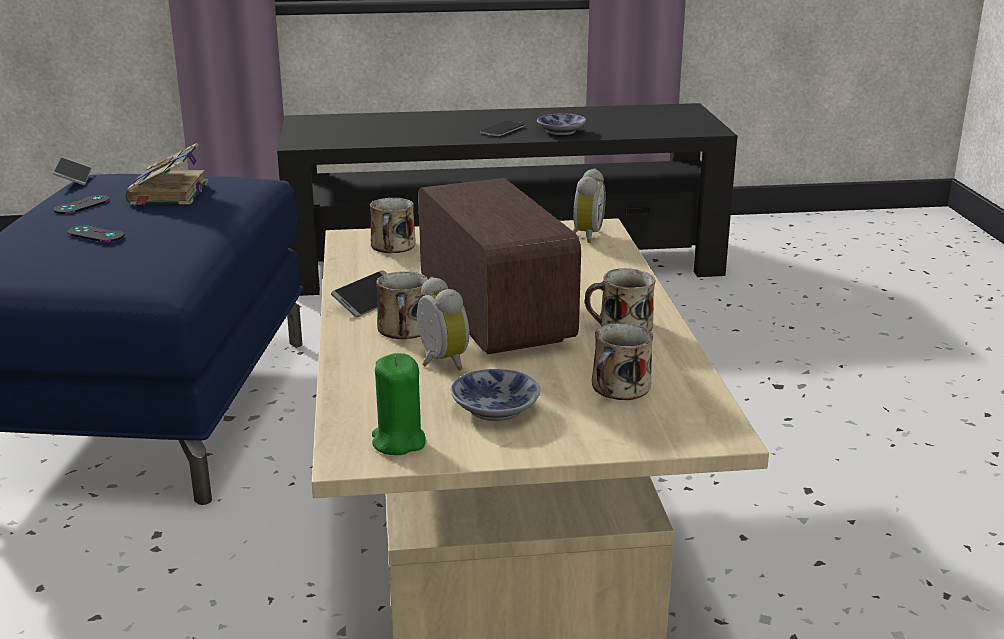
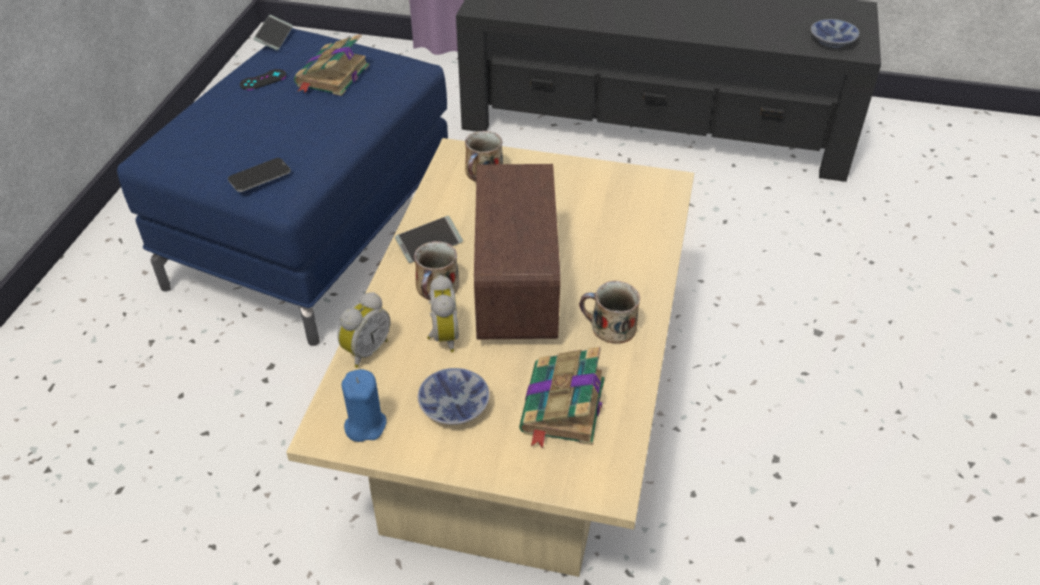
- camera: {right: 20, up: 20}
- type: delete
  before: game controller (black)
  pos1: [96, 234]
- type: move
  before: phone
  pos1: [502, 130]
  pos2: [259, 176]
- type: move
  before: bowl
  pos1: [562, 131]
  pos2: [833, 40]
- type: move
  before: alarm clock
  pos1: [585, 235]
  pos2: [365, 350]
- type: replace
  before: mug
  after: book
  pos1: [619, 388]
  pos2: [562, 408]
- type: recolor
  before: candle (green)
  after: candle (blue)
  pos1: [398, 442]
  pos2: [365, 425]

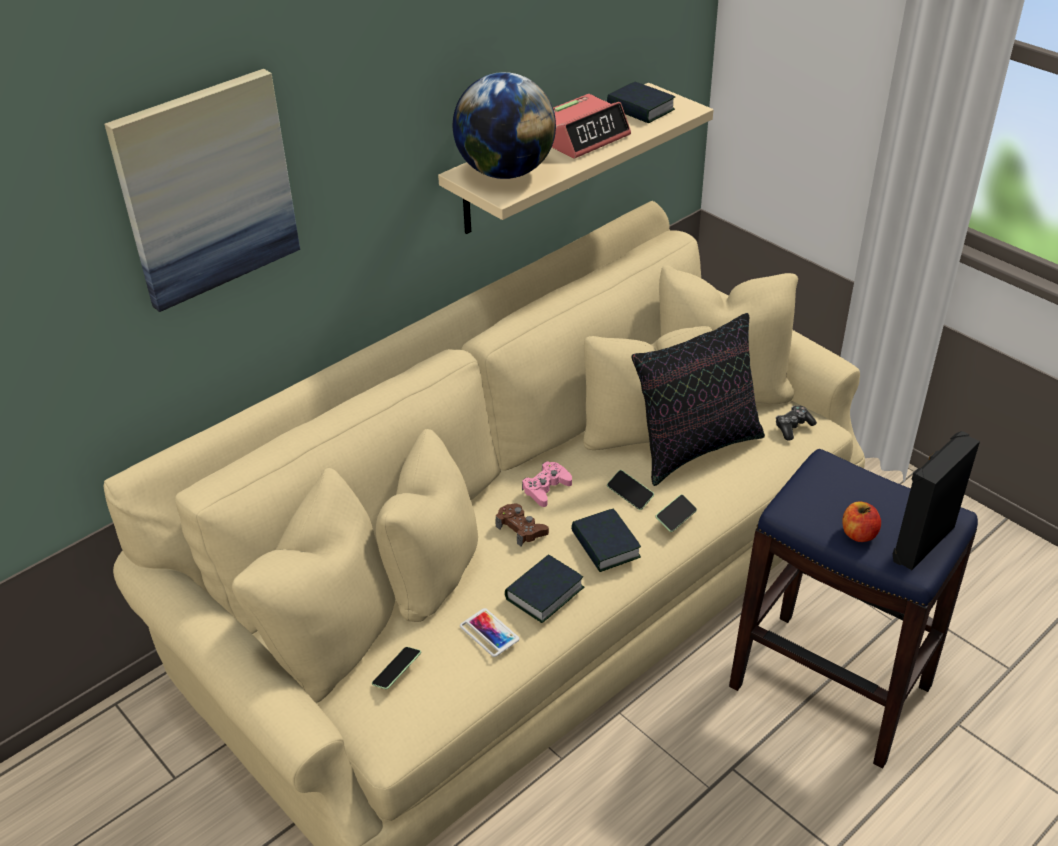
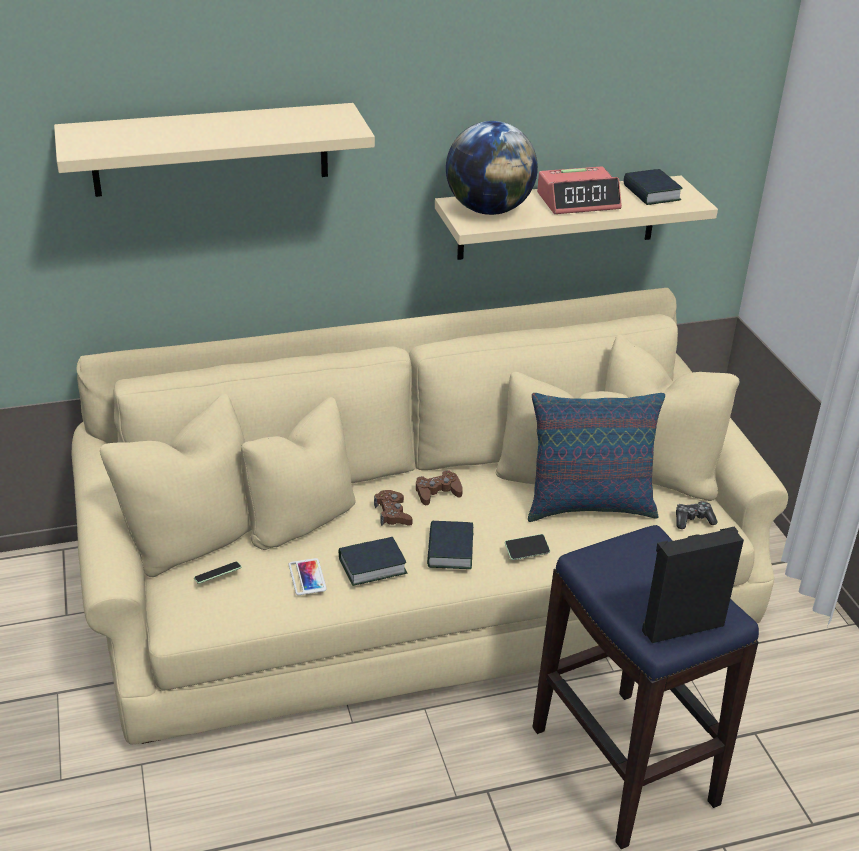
- camera: {right: 25, up: -5}
- type: delete
  before: phone
  pos1: [630, 495]
- type: delete
  before: apple
  pos1: [858, 534]
- type: replace
  before: picture
  after: shelf (beige)
  pos1: [206, 189]
  pos2: [211, 149]
- type: recolor
  before: game controller (pink)
  after: game controller (brown)
  pos1: [546, 488]
  pos2: [437, 492]
- type: recolor
  before: pillow (black)
  after: pillow (blue)
  pos1: [697, 449]
  pos2: [589, 507]

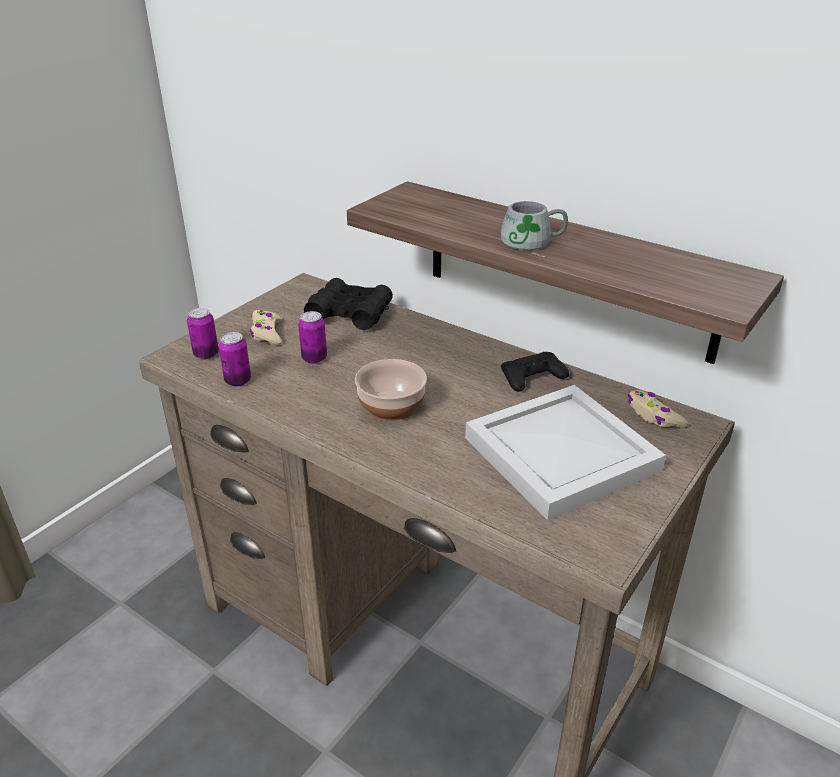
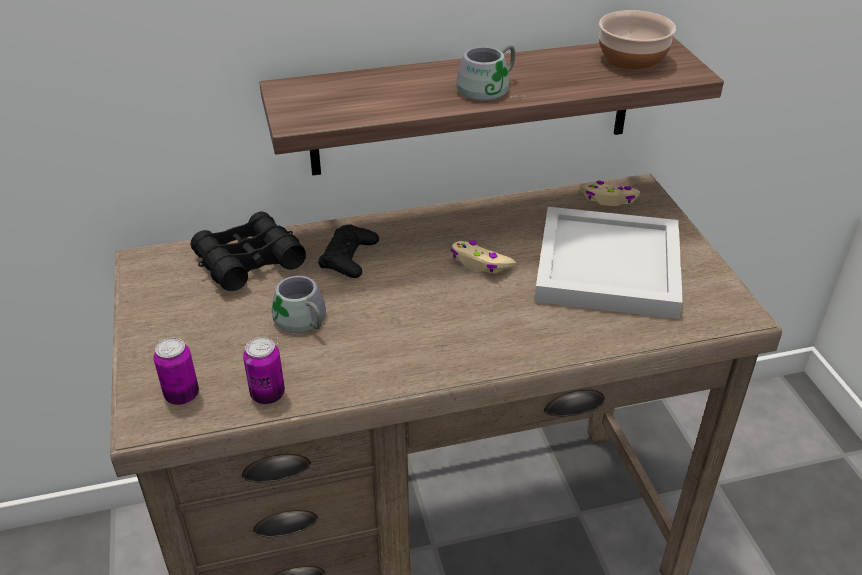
- camera: {right: -50, up: 5}
- type: move
  before: game controller (beige)
  pos1: [267, 333]
  pos2: [480, 263]
- type: move
  before: bowl
  pos1: [392, 406]
  pos2: [631, 59]
- type: move
  before: game controller (black)
  pos1: [532, 377]
  pos2: [349, 257]
- type: replace
  before: can
  after: mug (grey)
  pos1: [314, 358]
  pos2: [298, 323]

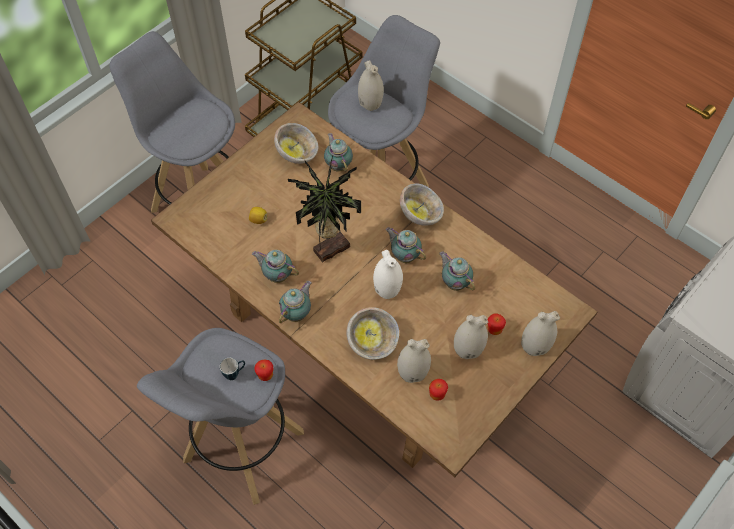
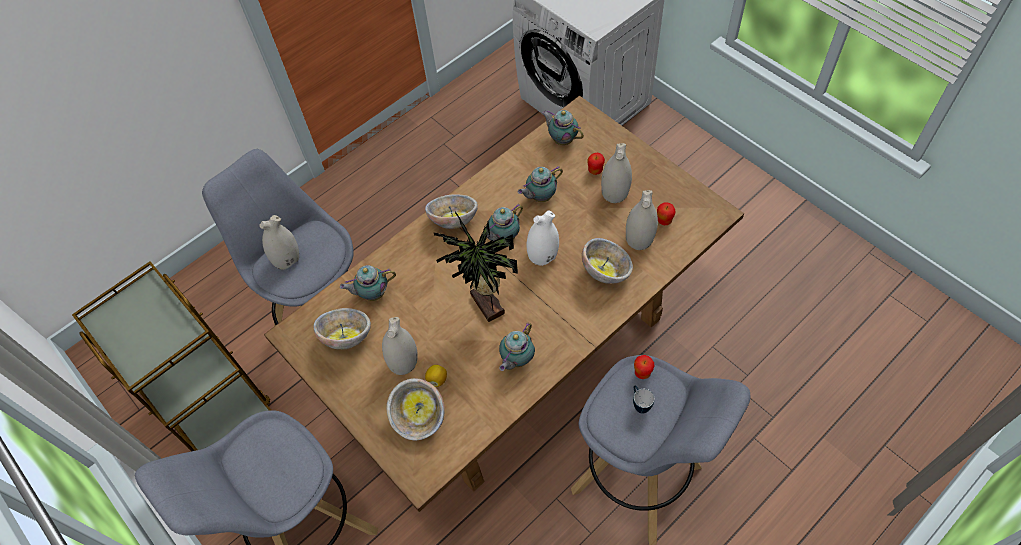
- camera: {right: -80, up: 0}
- type: insert
  after: bowl
  pos2: [419, 418]
- type: move
  before: teapot
  pos1: [297, 313]
  pos2: [562, 139]
- type: move
  before: vase (white)
  pos1: [535, 345]
  pos2: [403, 361]

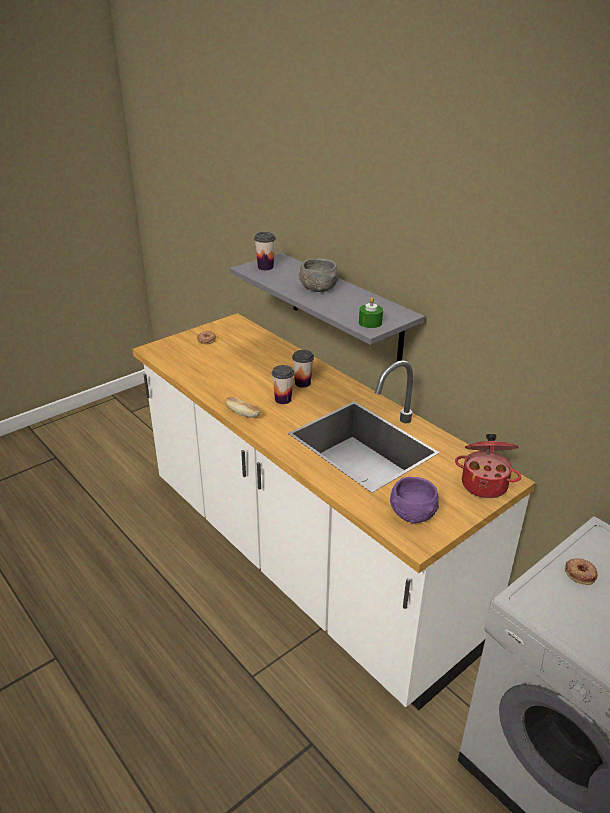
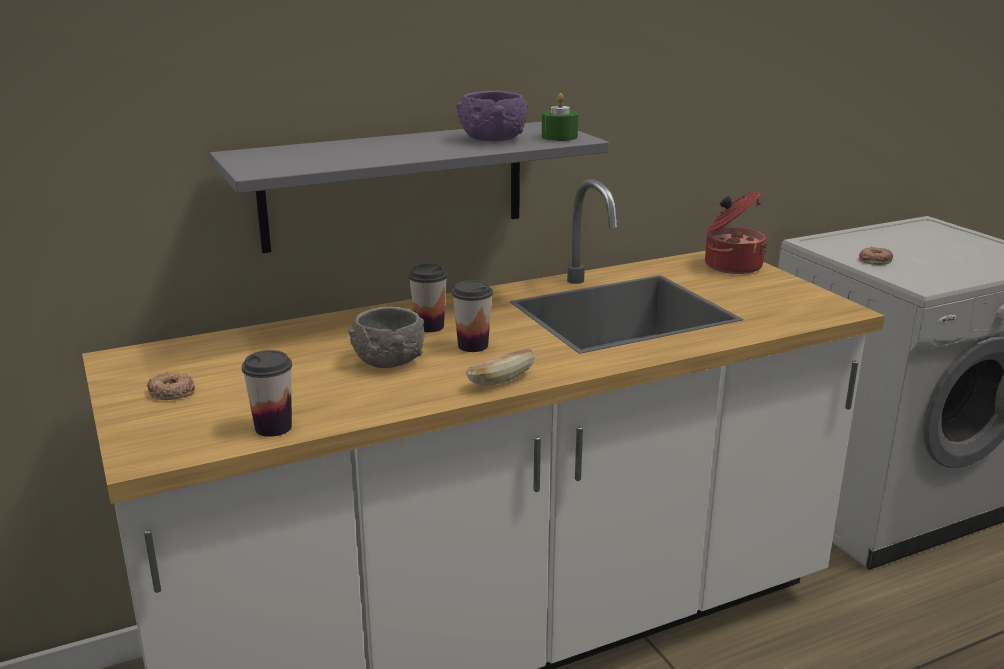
- camera: {right: -75, up: -10}
- type: move
  before: cup
  pos1: [265, 267]
  pos2: [273, 427]
- type: move
  before: bowl (grey)
  pos1: [318, 288]
  pos2: [389, 360]
- type: move
  before: bowl (purple)
  pos1: [412, 513]
  pos2: [493, 139]

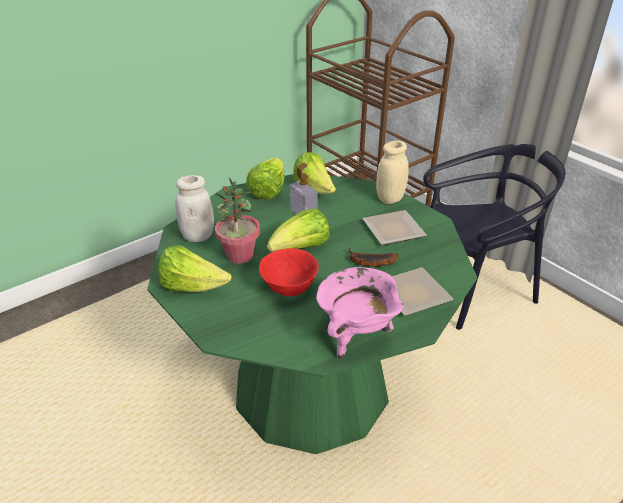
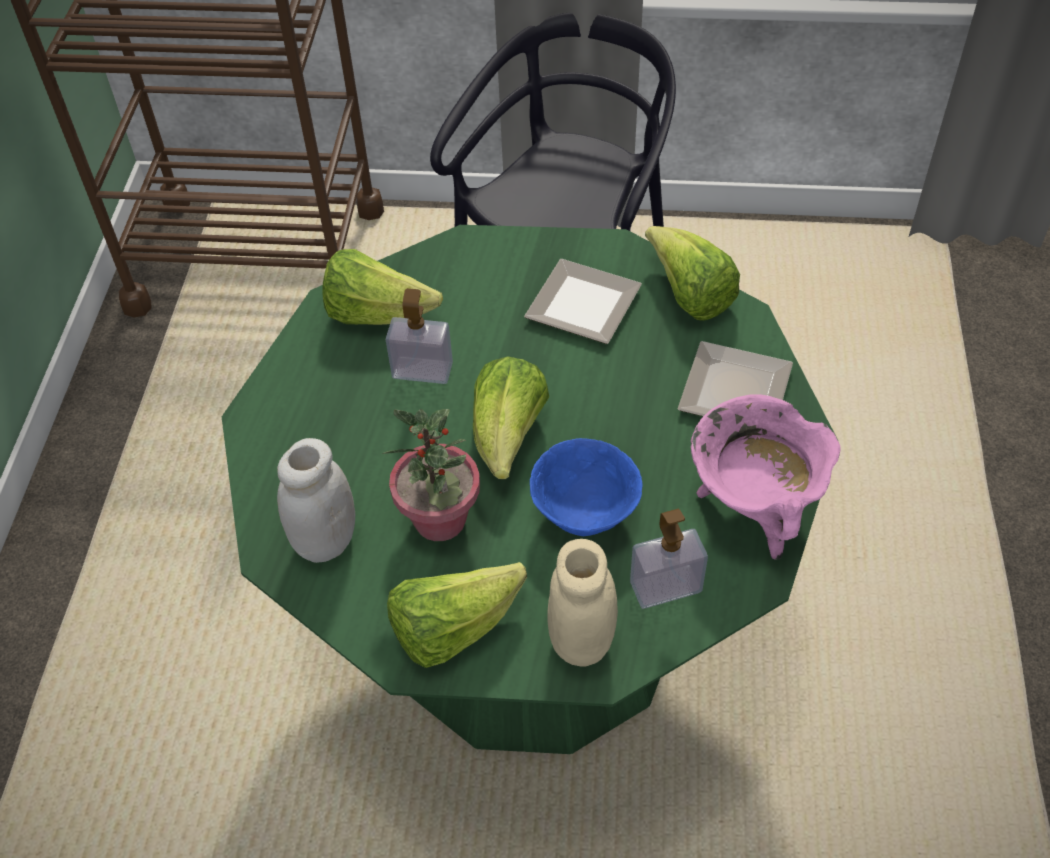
- camera: {right: -45, up: 15}
- type: delete
  before: banana
  pos1: [369, 262]
- type: insert
  after: soap dispenser
  pos2: [665, 587]
- type: move
  before: lettuce
  pos1: [268, 190]
  pos2: [689, 295]
- type: move
  before: jar (beige)
  pos1: [390, 198]
  pos2: [581, 641]
- type: recolor
  before: bowl (red)
  after: bowl (blue)
  pos1: [289, 289]
  pos2: [585, 515]

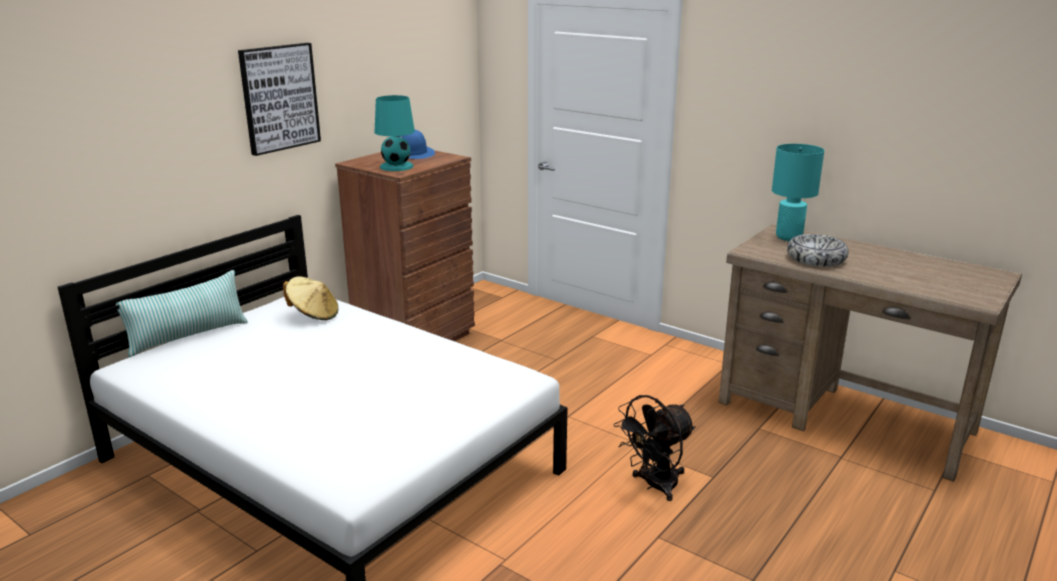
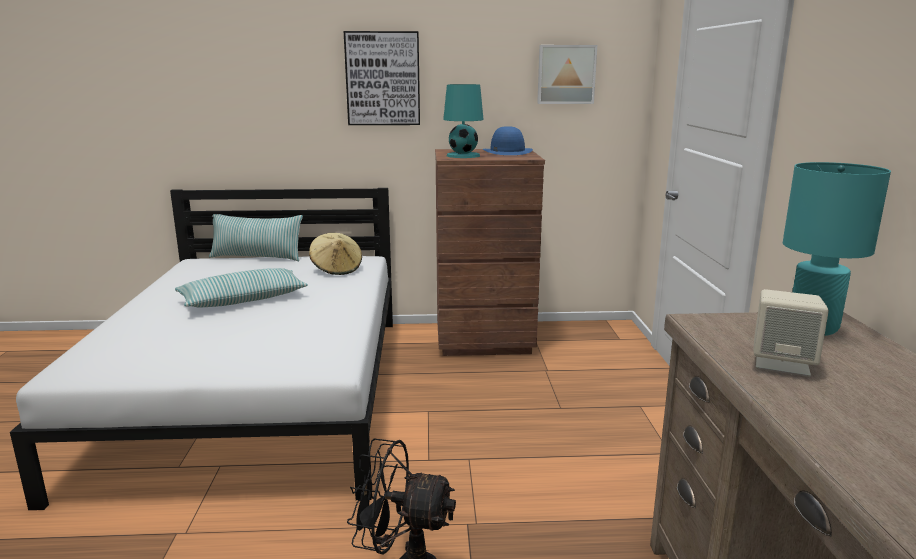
- camera: {right: 50, up: -5}
- type: insert
  after: pillow
  pos2: [243, 300]
- type: insert
  after: picture
  pos2: [566, 74]
- type: replace
  before: bowl
  after: speaker (beige)
  pos1: [816, 259]
  pos2: [782, 364]

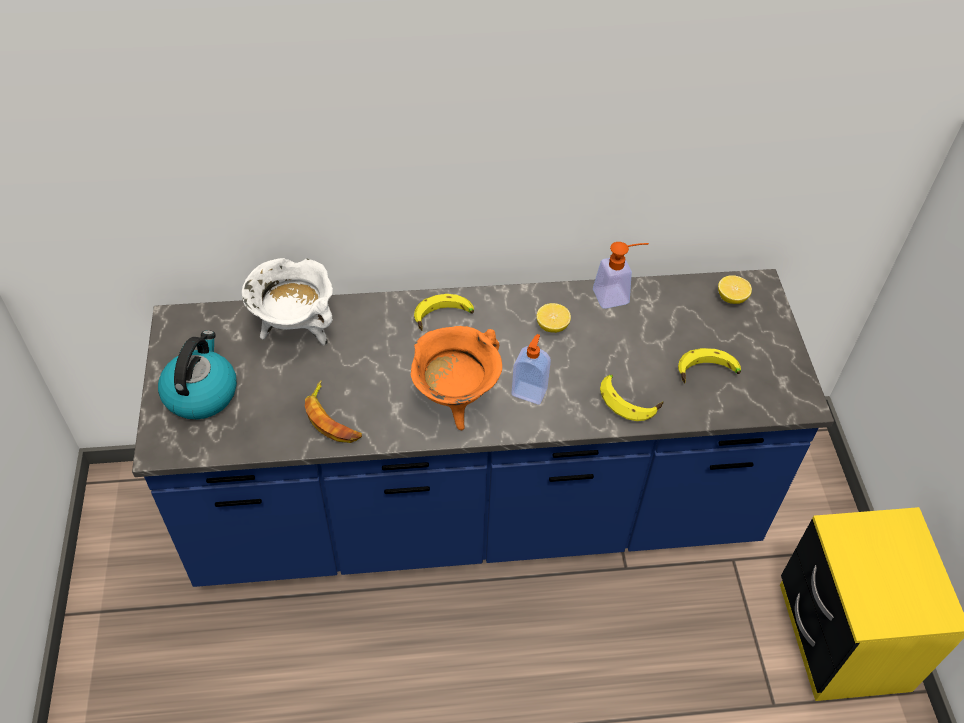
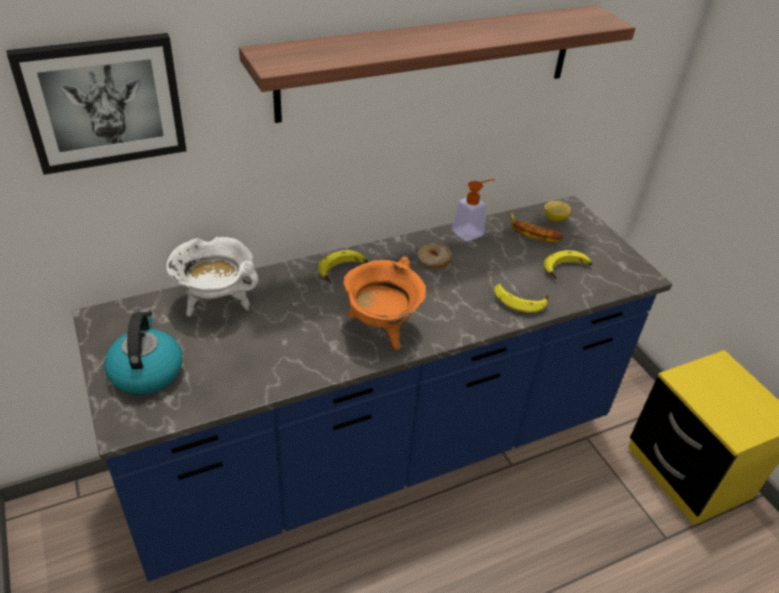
- camera: {right: -20, up: -10}
- type: delete
  before: soap dispenser
  pos1: [529, 391]
- type: insert
  after: picture
  pos2: [103, 102]
- type: insert
  after: shelf
  pos2: [430, 62]
- type: move
  before: banana
  pos1: [333, 418]
  pos2: [534, 232]
- type: replace
  before: lemon
  after: donut
  pos1: [552, 326]
  pos2: [433, 261]

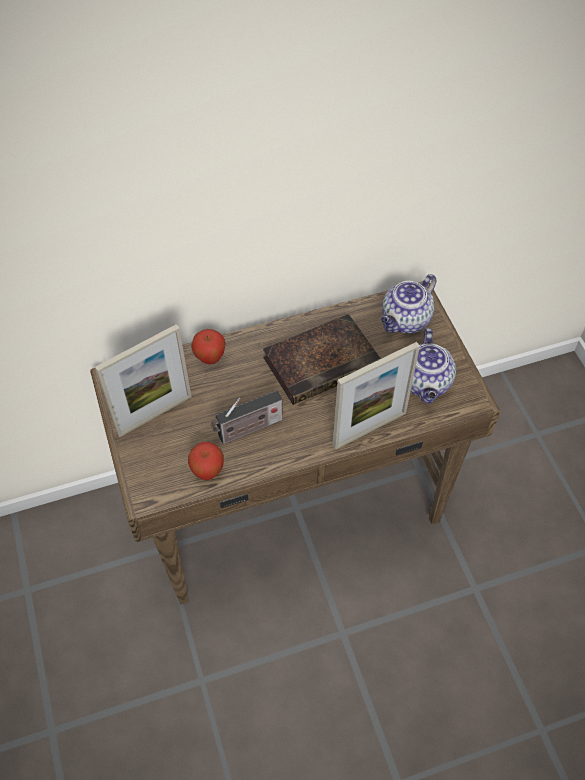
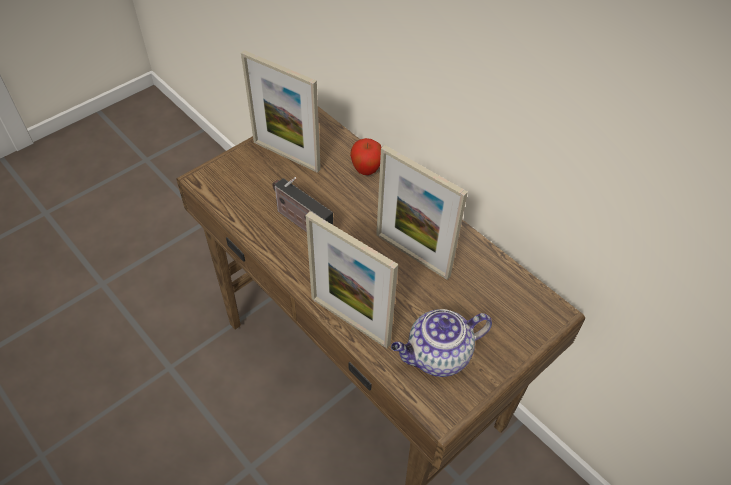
- camera: {right: 65, up: -5}
- type: delete
  before: apple
  pos1: [207, 471]
- type: delete
  before: teapot
  pos1: [405, 321]
- type: replace
  before: book
  after: picture frame
  pos1: [323, 361]
  pos2: [412, 255]

